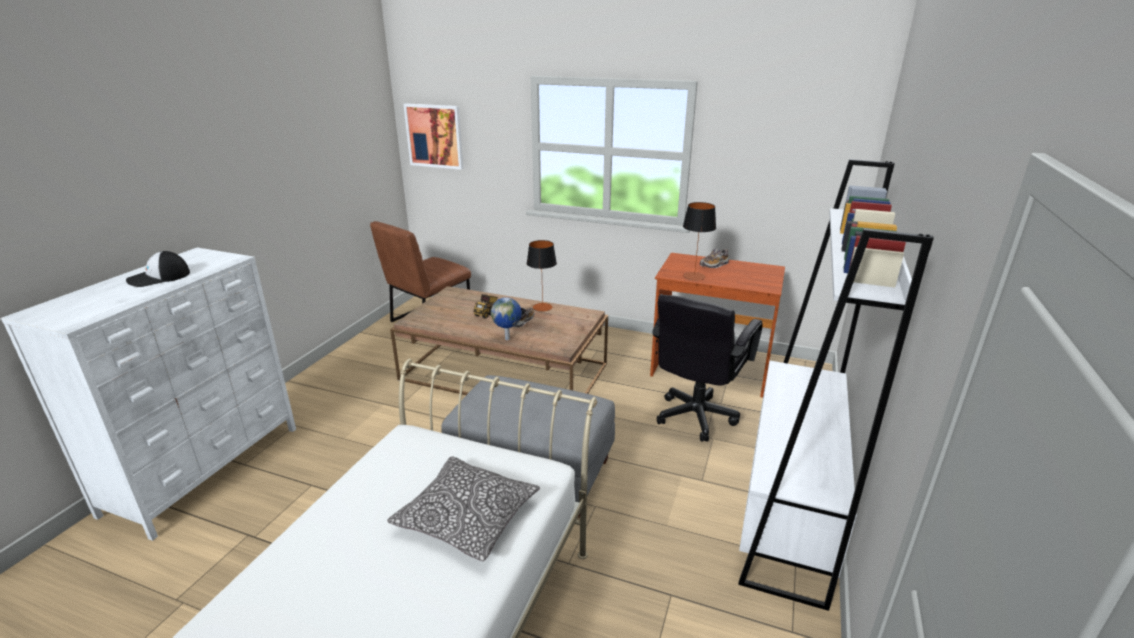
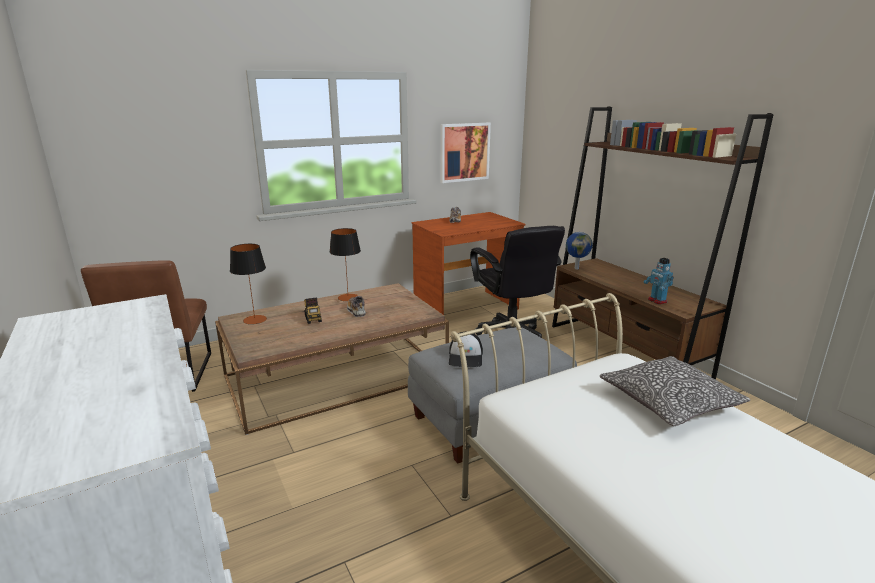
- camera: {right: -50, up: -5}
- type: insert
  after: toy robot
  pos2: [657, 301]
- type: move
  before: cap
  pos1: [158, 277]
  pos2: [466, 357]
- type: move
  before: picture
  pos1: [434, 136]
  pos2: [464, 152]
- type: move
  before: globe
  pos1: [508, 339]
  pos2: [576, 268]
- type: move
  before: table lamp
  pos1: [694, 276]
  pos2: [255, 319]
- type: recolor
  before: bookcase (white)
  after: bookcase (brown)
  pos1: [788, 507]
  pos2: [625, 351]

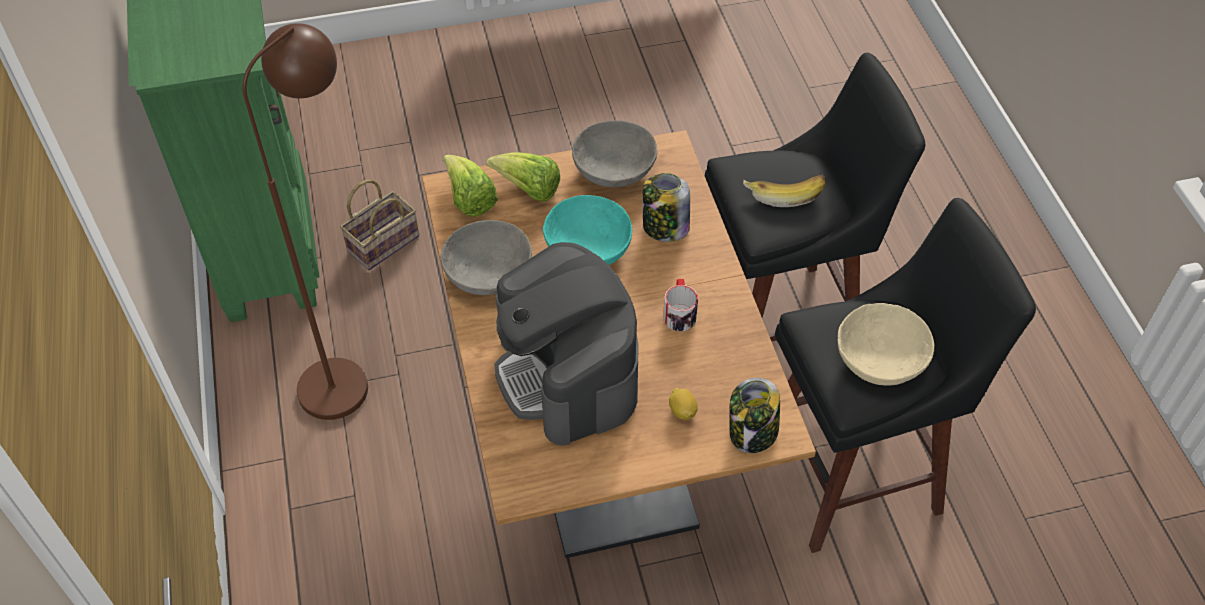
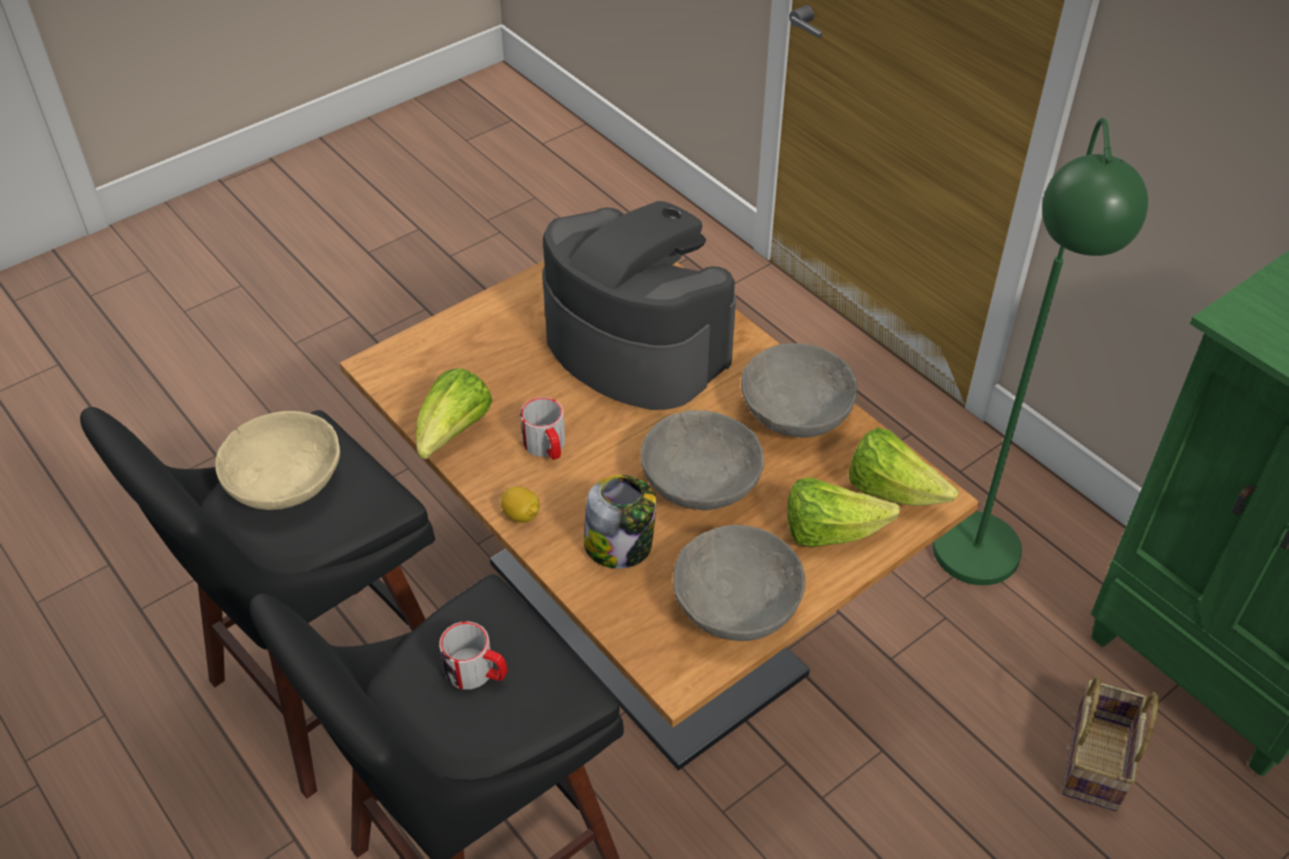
- camera: {right: 155, up: -5}
- type: delete
  before: jar
  pos1: [752, 433]
- type: insert
  after: lettuce
  pos2: [453, 433]
- type: move
  before: lemon
  pos1: [682, 411]
  pos2: [521, 515]
- type: replace
  before: banana
  after: mug
  pos1: [784, 192]
  pos2: [477, 672]
- type: recolor
  before: floor lamp (brown)
  after: floor lamp (green)
  pos1: [348, 376]
  pos2: [975, 573]
- type: recolor
  before: bowl (turquoise)
  after: bowl (grey)
  pos1: [588, 248]
  pos2: [700, 483]

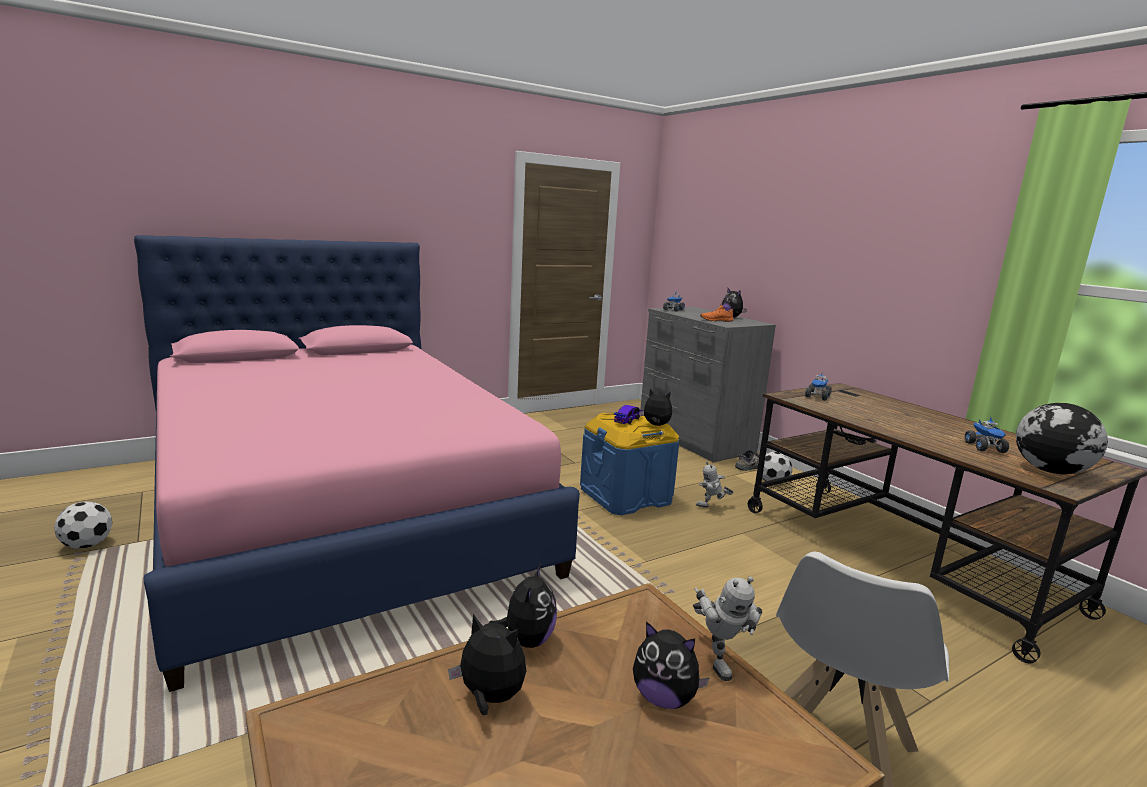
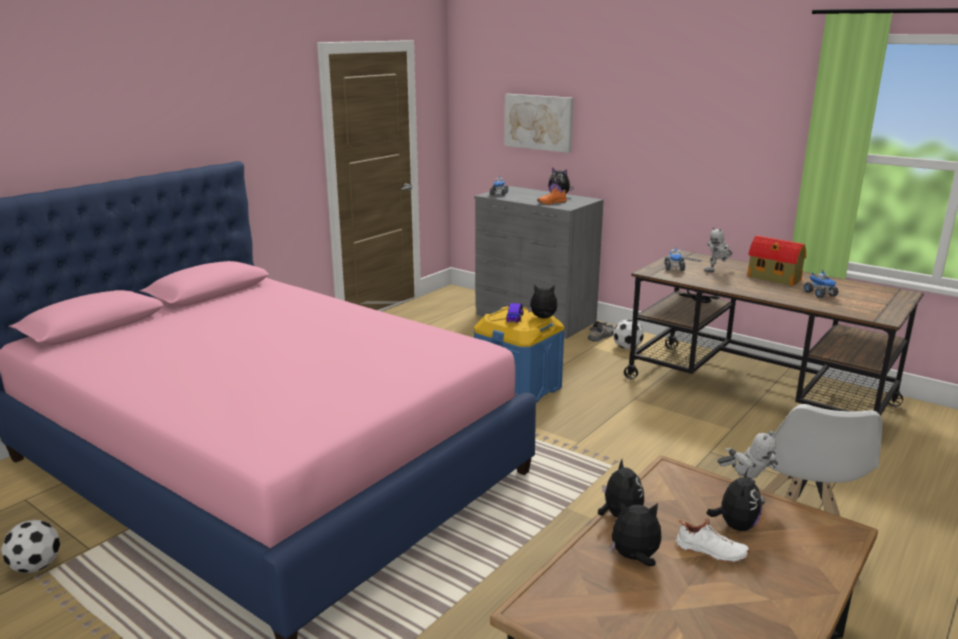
- camera: {right: -20, up: 5}
- type: delete
  before: globe
  pos1: [1051, 471]
- type: insert
  after: picture
  pos2: [539, 122]
- type: insert
  after: shoe (white)
  pos2: [711, 552]
- type: insert
  after: toy house
  pos2: [775, 279]
- type: move
  before: toy robot
  pos1: [712, 507]
  pos2: [717, 271]
- type: rotate
  before: plush toy
  pos1: [664, 698]
  pos2: [735, 526]
  turn: -75

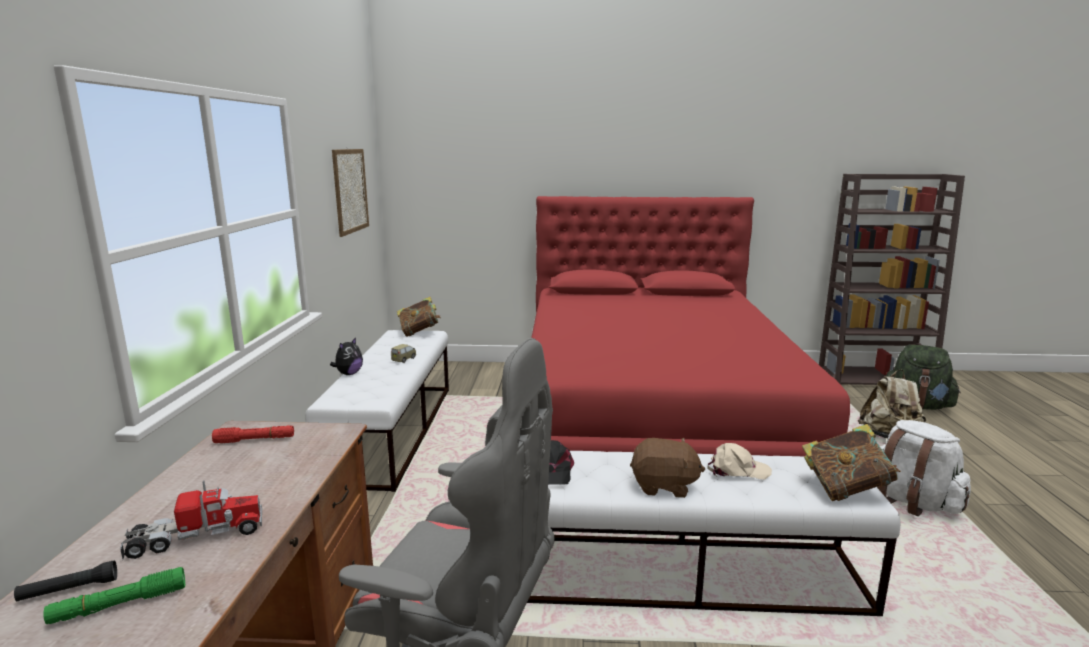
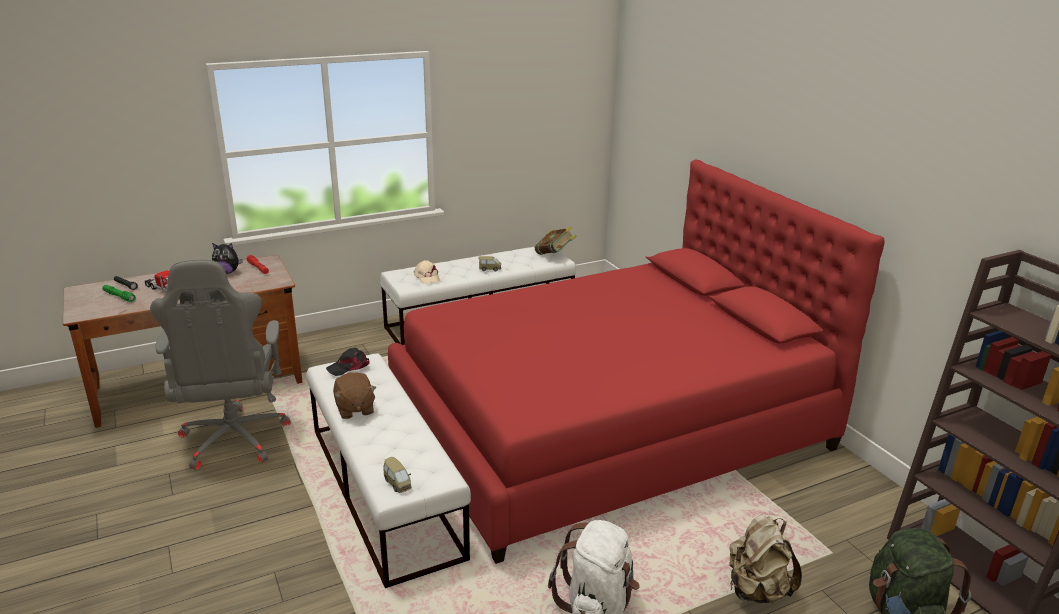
- camera: {right: 60, up: 10}
- type: delete
  before: picture
  pos1: [350, 189]
- type: move
  before: plush toy
  pos1: [349, 374]
  pos2: [227, 272]
- type: move
  before: cap (beige)
  pos1: [737, 470]
  pos2: [427, 277]
- type: replace
  before: book
  after: toy car
  pos1: [845, 489]
  pos2: [397, 483]

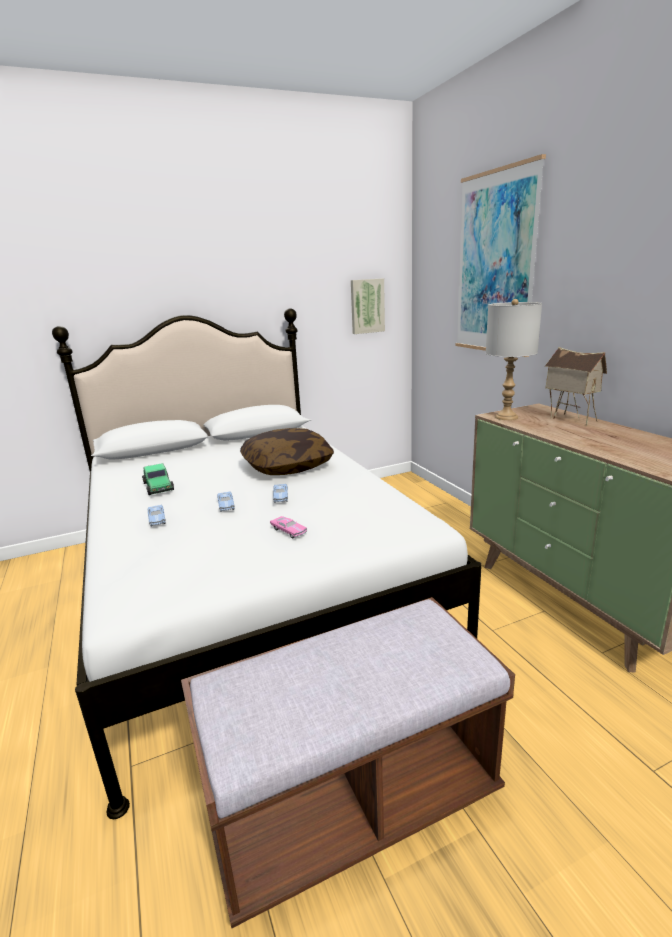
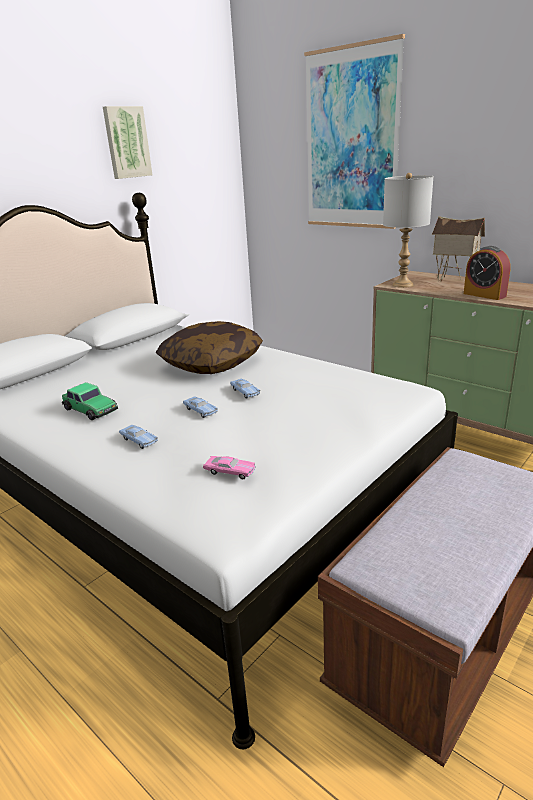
- camera: {right: -25, up: 5}
- type: insert
  after: alarm clock
  pos2: [484, 295]
- type: move
  before: toy car (pink)
  pos1: [288, 531]
  pos2: [230, 472]
- type: move
  before: picture
  pos1: [367, 306]
  pos2: [126, 142]

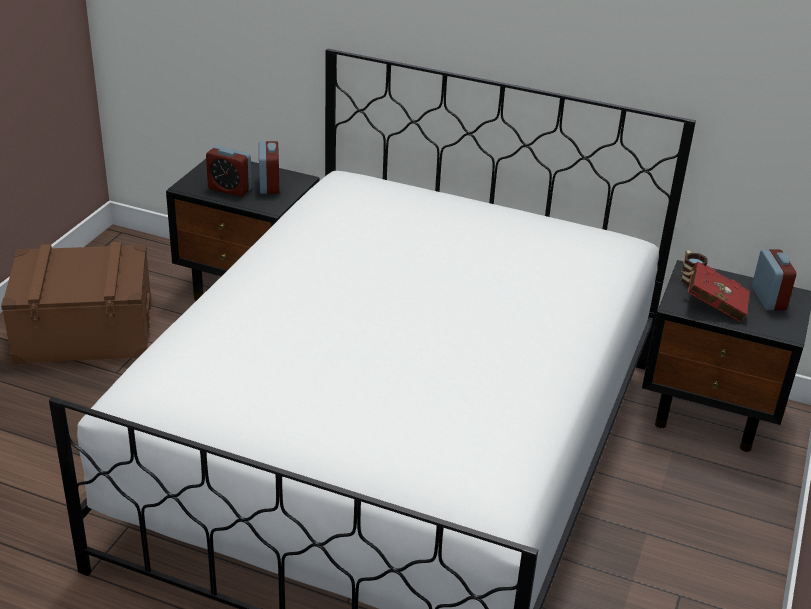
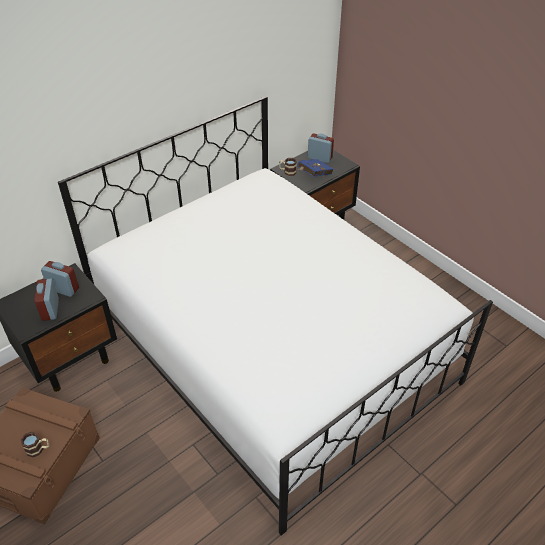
- camera: {right: -60, up: 10}
- type: insert
  after: mug
  pos2: [38, 449]
- type: recolor
  before: book (red)
  after: book (blue)
  pos1: [712, 305]
  pos2: [313, 175]
- type: rotate
  before: alarm clock
  pos1: [230, 189]
  pos2: [50, 310]
  turn: 120

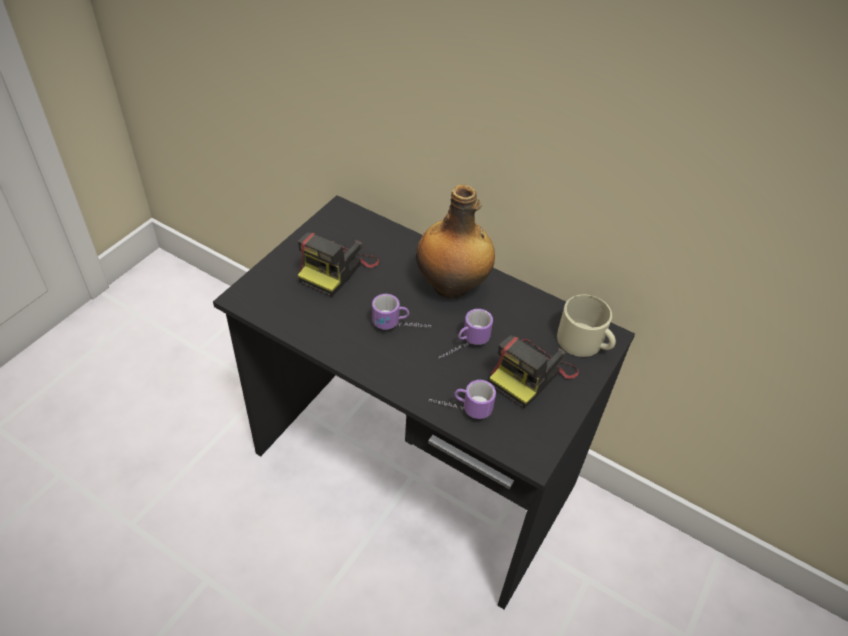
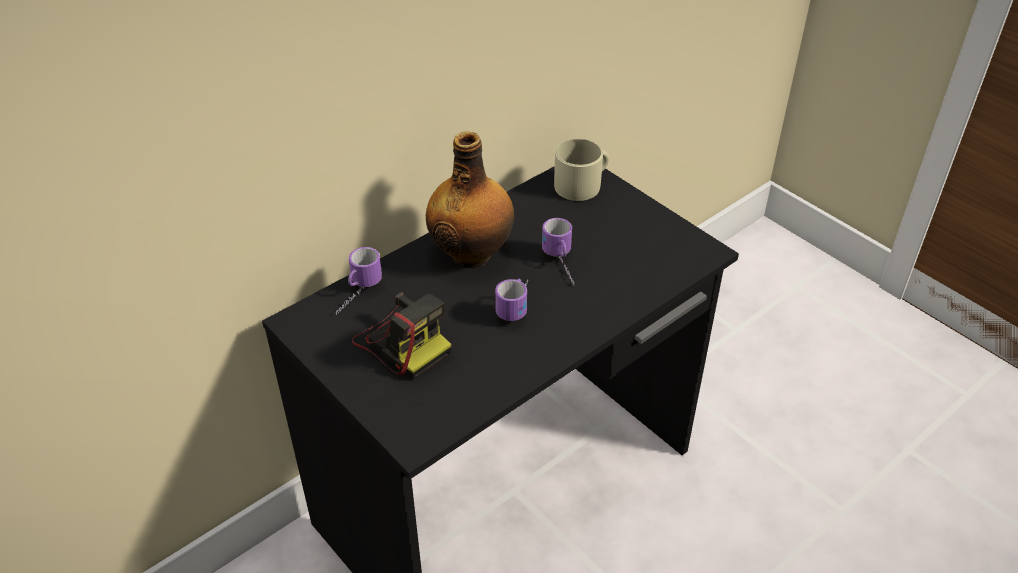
- camera: {right: -70, up: -5}
- type: delete
  before: photo camera
  pos1: [531, 374]
- type: move
  before: mug
  pos1: [460, 408]
  pos2: [356, 295]

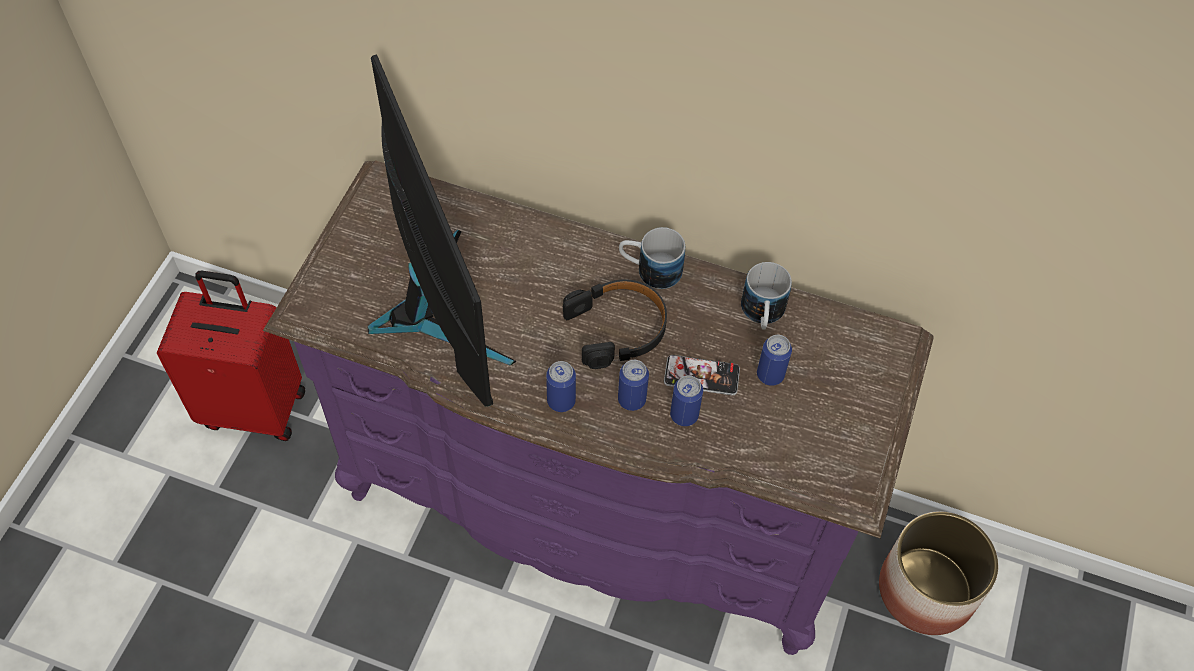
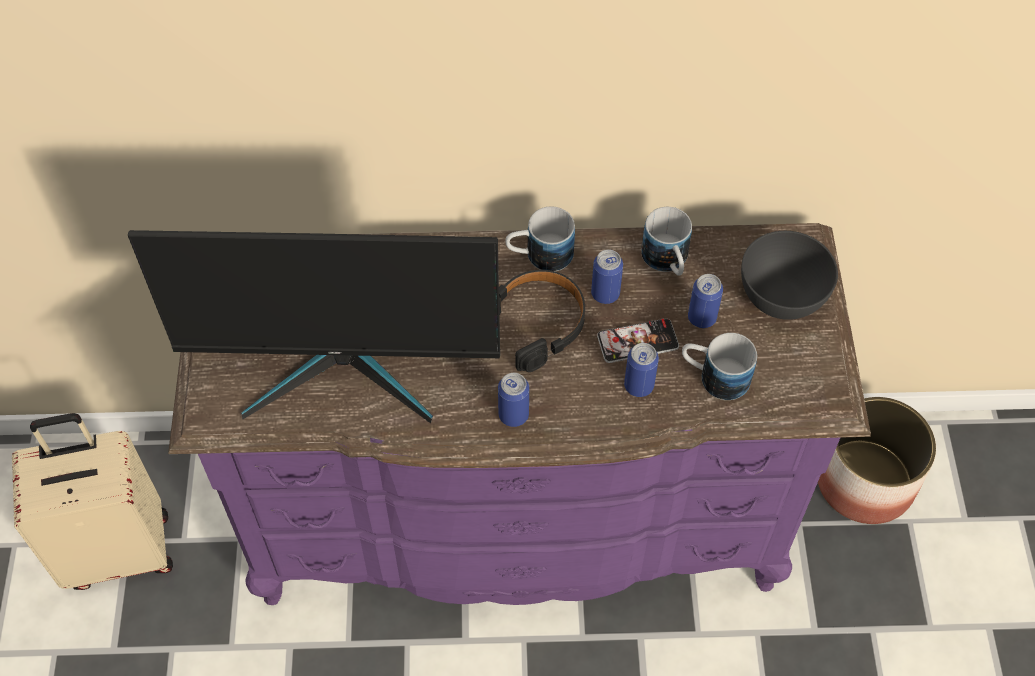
- camera: {right: -20, up: 0}
- type: insert
  after: mug
  pos2: [714, 377]
- type: insert
  after: bowl (grey)
  pos2: [781, 298]
- type: move
  before: can
  pos1: [631, 400]
  pos2: [605, 294]
- type: recolor
  before: suitcase (red)
  after: suitcase (beige)
  pos1: [254, 407]
  pos2: [118, 549]
- type: rotate
  before: monitor
  pos1: [435, 310]
  pos2: [343, 369]
  turn: 135

